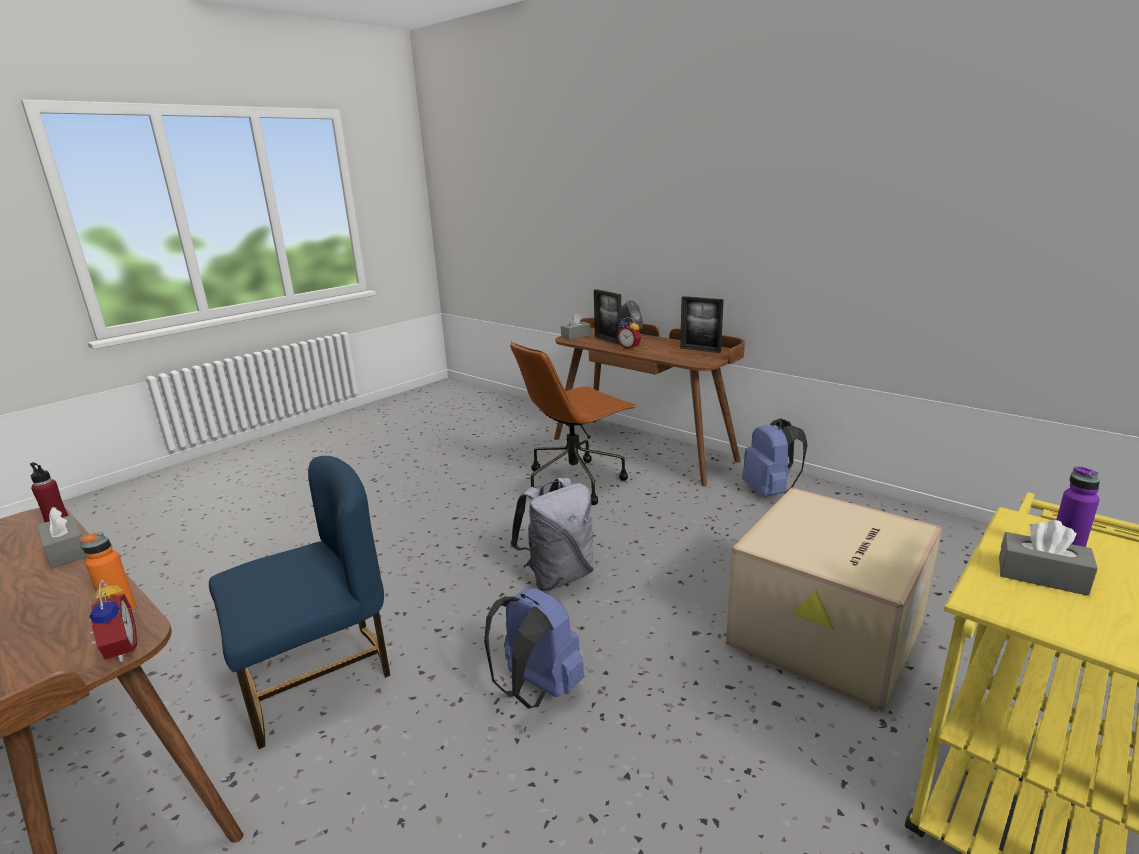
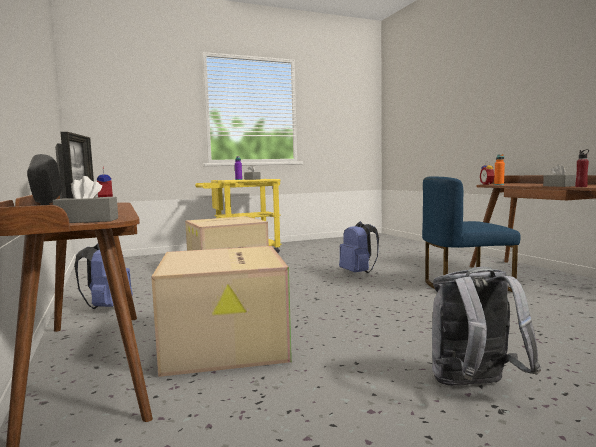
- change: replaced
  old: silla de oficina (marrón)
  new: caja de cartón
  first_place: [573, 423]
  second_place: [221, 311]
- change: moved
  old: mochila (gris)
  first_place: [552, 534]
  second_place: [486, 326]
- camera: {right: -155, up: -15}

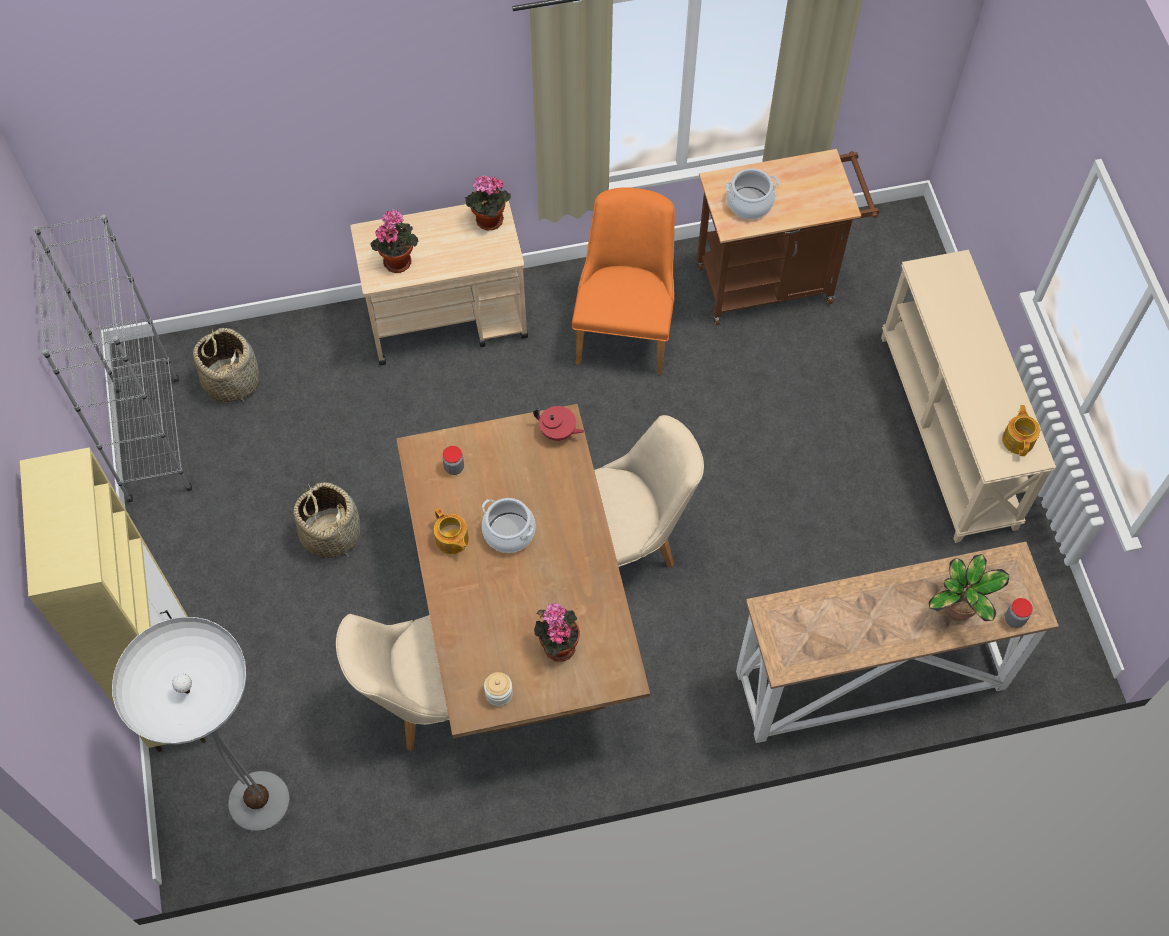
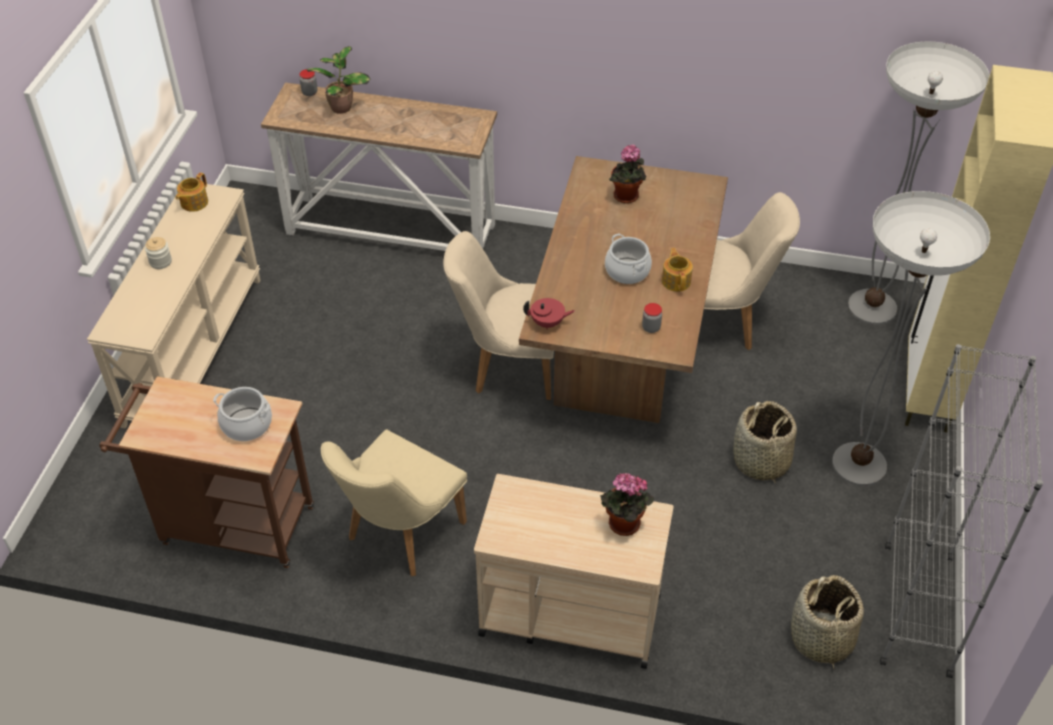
- change: moved
  old: tarro
  first_place: [498, 689]
  second_place: [158, 253]
- change: recoloured
  old: silla (naranja)
  new: silla (beis)
  first_place: [623, 281]
  second_place: [394, 502]
- change: turned
  old: tetera (rojo)
  first_place: [559, 423]
  second_place: [549, 313]
  degrees: 135
- change: added
  new: lámpara de pie
  second_place: [911, 338]
- change: removed
  old: planta en maceta
  first_place: [487, 203]
- camera: {right: -155, up: -15}

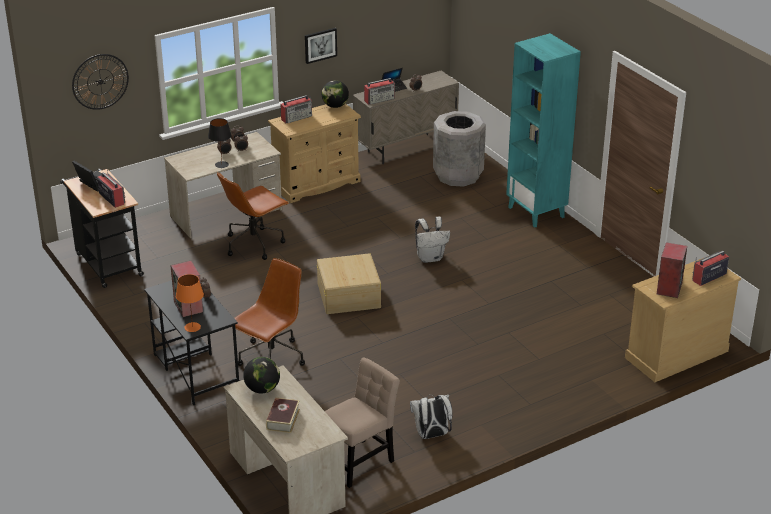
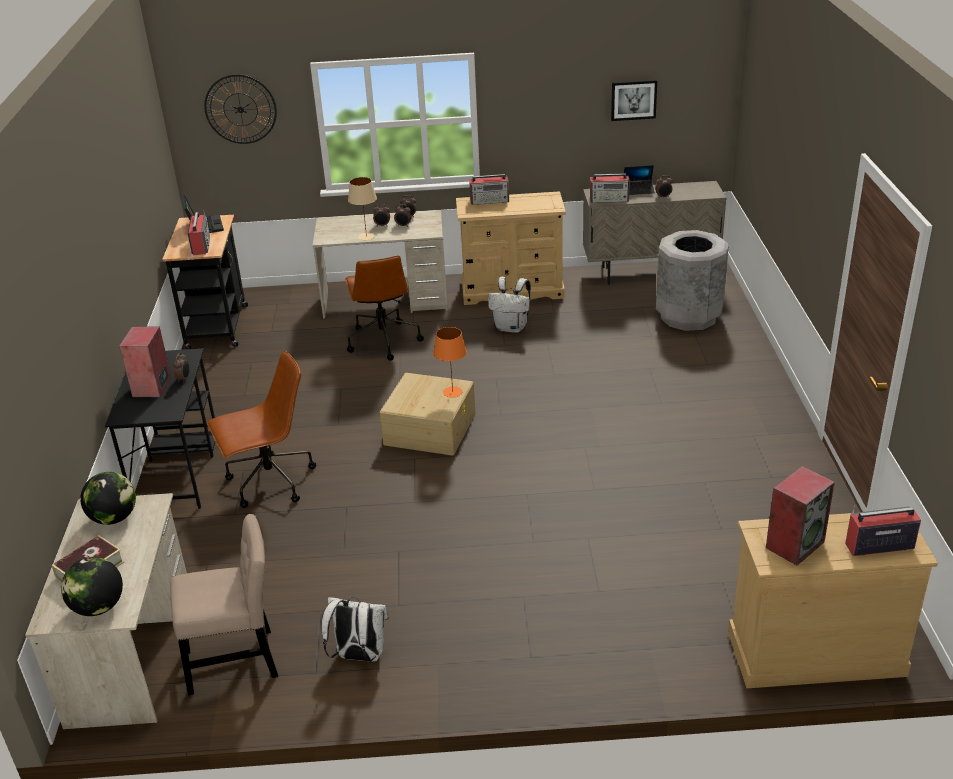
- change: moved
  old: globo terráqueo
  first_place: [335, 94]
  second_place: [92, 586]
- change: turned
  old: silla de oficina (marrón)
  first_place: [253, 216]
  second_place: [384, 308]
  degrees: -90
- change: recoloured
  old: lámpara de mesa (negro)
  new: lámpara de mesa (beis)
  first_place: [220, 143]
  second_place: [362, 208]
- change: moved
  old: lámpara de mesa (naranja)
  first_place: [190, 303]
  second_place: [450, 362]
- change: moved
  old: mochila (blanco)
  first_place: [432, 240]
  second_place: [509, 305]
- change: moved
  old: cuadro
  first_place: [321, 46]
  second_place: [634, 100]
- change: removed
  old: estantería (turquesa)
  first_place: [543, 130]
- camera: {right: 30, up: 0}

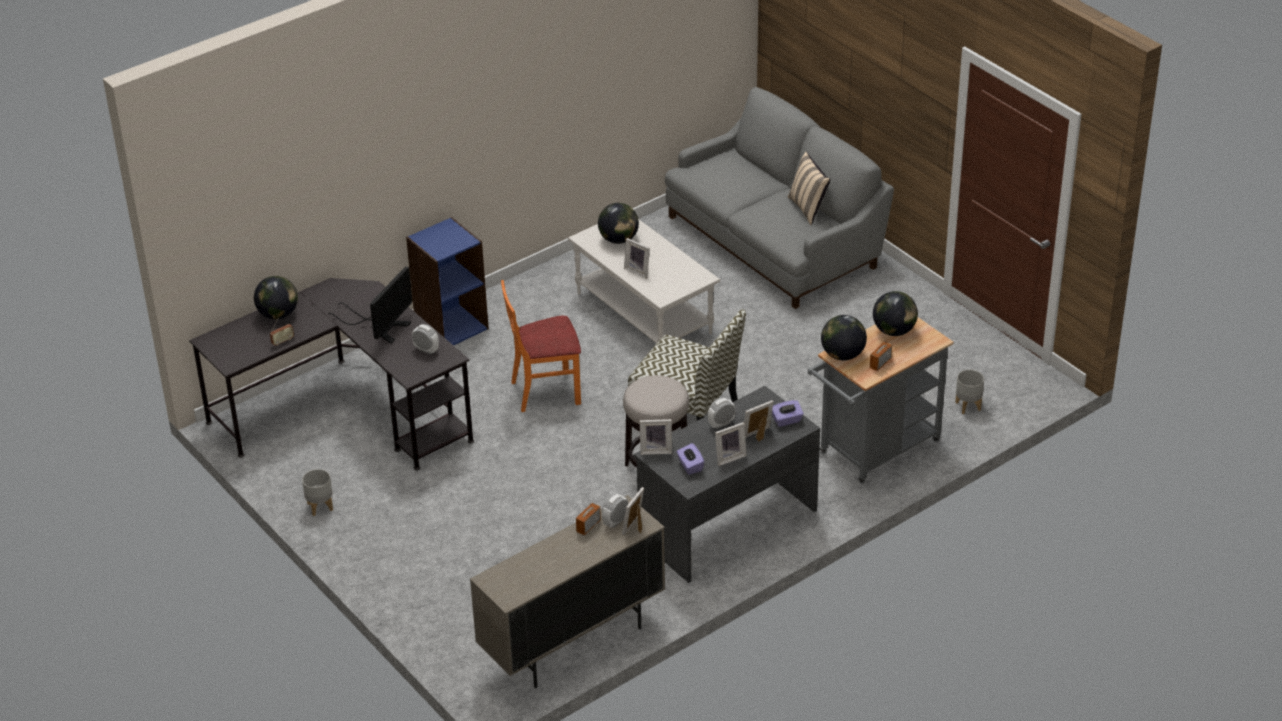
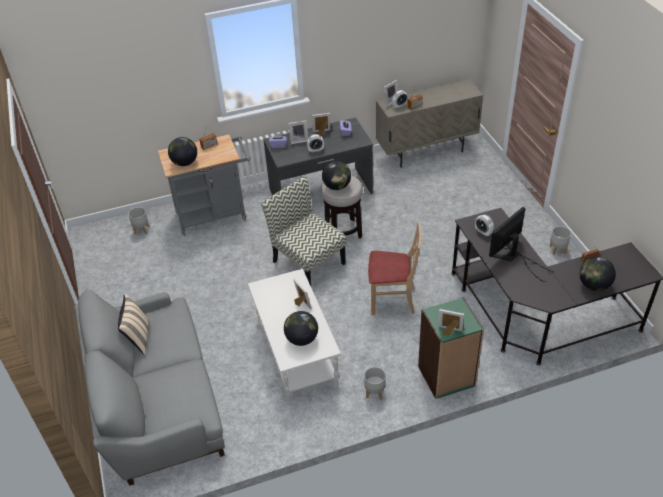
- change: moved
  old: globo terráqueo
  first_place: [844, 337]
  second_place: [336, 175]
- change: added
  new: maceta (gris)
  second_place: [375, 383]
- change: recoloured
  old: silla (naranja)
  new: silla (beis)
  first_place: [541, 346]
  second_place: [394, 268]
- change: recoloured
  old: estantería (azul)
  new: estantería (verde)
  first_place: [447, 281]
  second_place: [451, 348]
- change: moved
  old: portarretratos
  first_place: [656, 437]
  second_place: [451, 322]
- camera: {right: -160, up: 5}

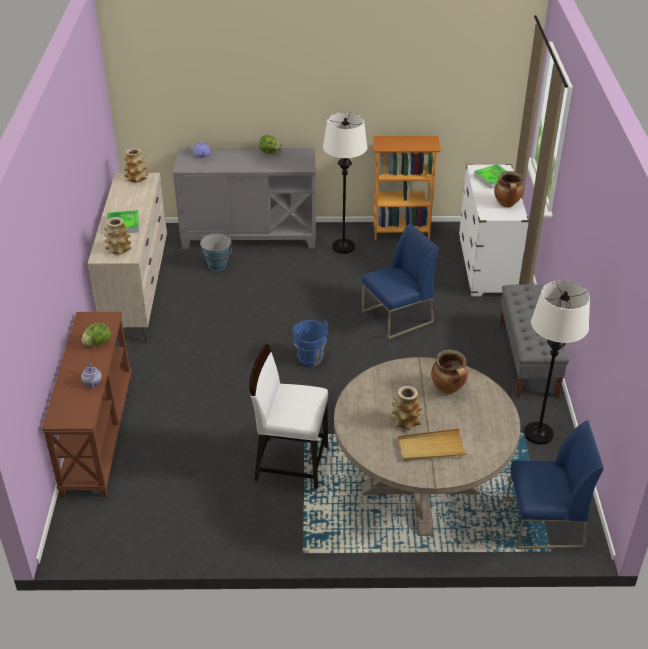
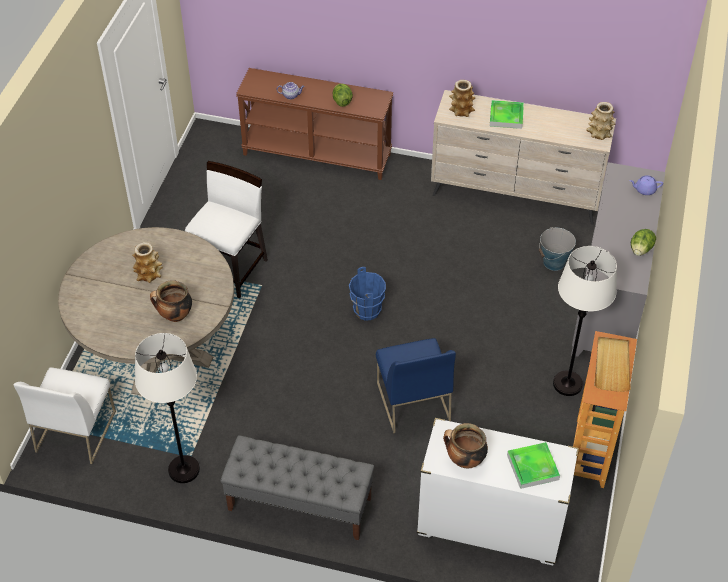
- change: recoloured
  old: silla (azul)
  new: silla (blanco)
  first_place: [555, 484]
  second_place: [64, 416]
- change: moved
  old: bandeja (beis)
  first_place: [432, 445]
  second_place: [612, 364]
- camera: {right: 105, up: 10}

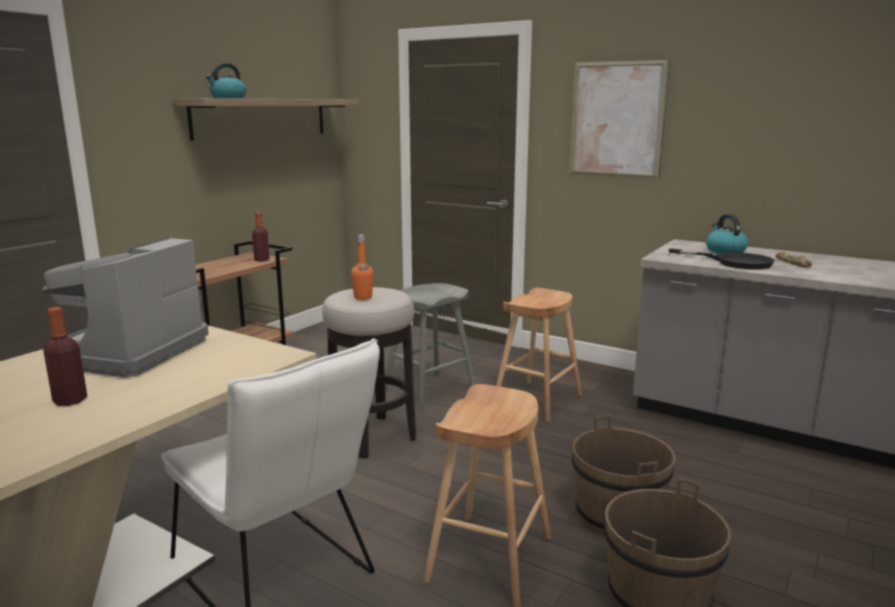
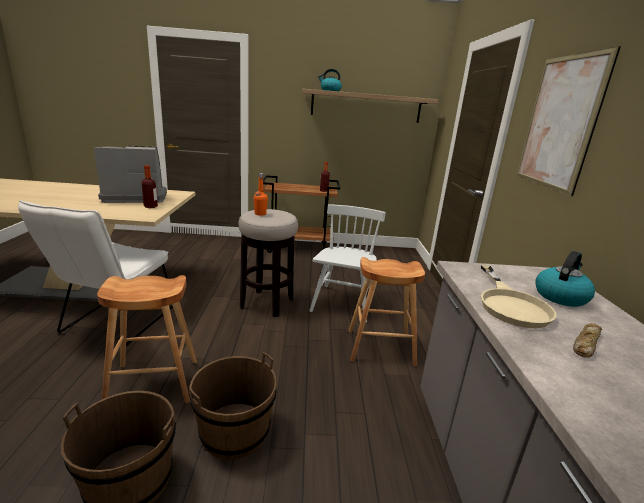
- change: moved
  old: botella
  first_place: [65, 356]
  second_place: [149, 186]
- change: replaced
  old: taburete (gris)
  new: silla (blanco)
  first_place: [430, 347]
  second_place: [347, 263]
- change: recoloured
  old: sartén (negro)
  new: sartén (beis)
  first_place: [721, 259]
  second_place: [519, 296]
- camera: {right: 55, up: 5}

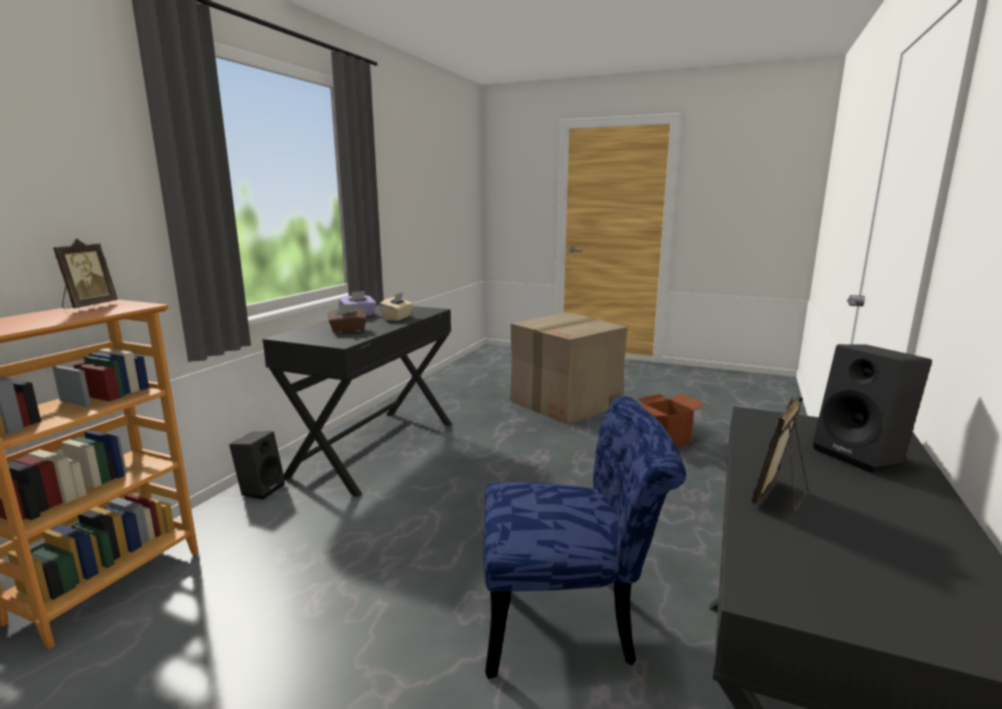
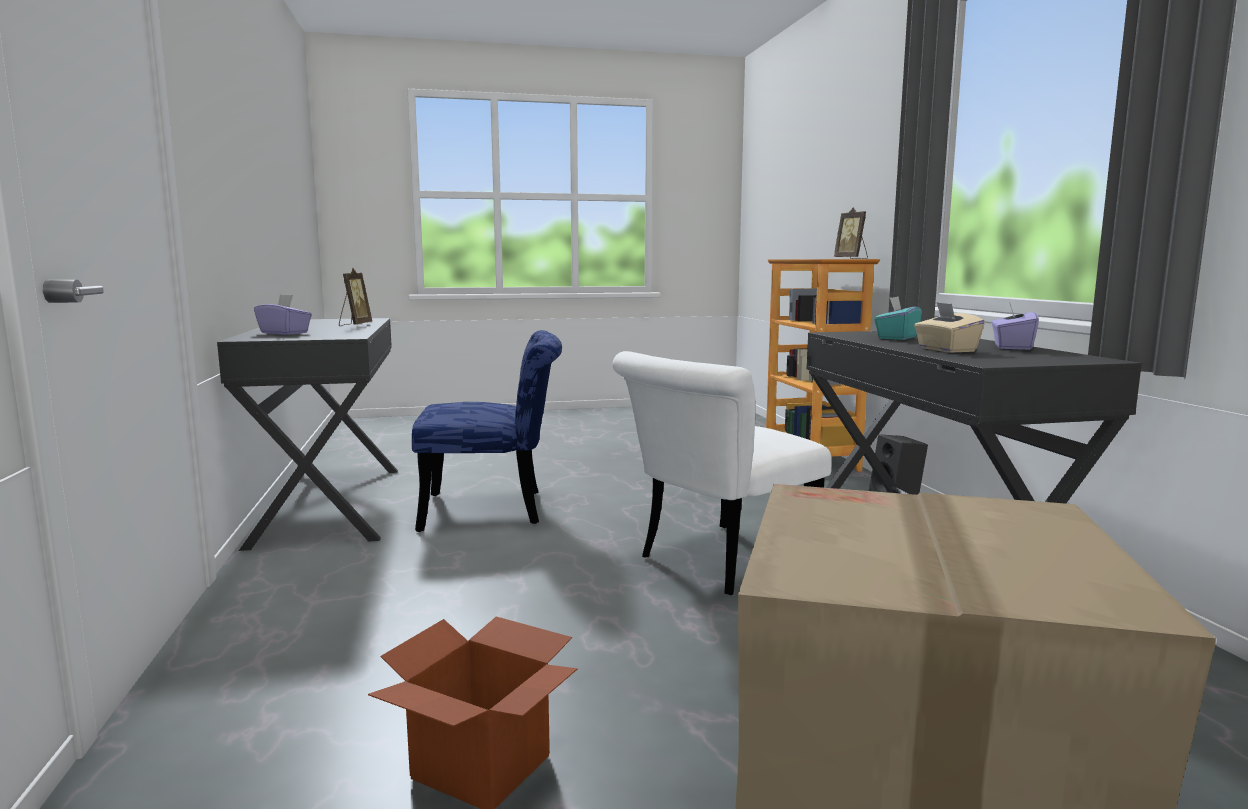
- change: replaced
  old: altavoz (negro)
  new: caja de pañuelos (morado)
  first_place: [872, 408]
  second_place: [283, 314]
- change: turned
  old: silla (azul)
  first_place: [584, 537]
  second_place: [487, 431]
  degrees: -150
- change: added
  new: silla (blanco)
  second_place: [721, 473]
- change: recoloured
  old: caja de pañuelos (marrón)
  new: caja de pañuelos (turquesa)
  first_place: [347, 319]
  second_place: [898, 318]
- camera: {right: 145, up: -5}

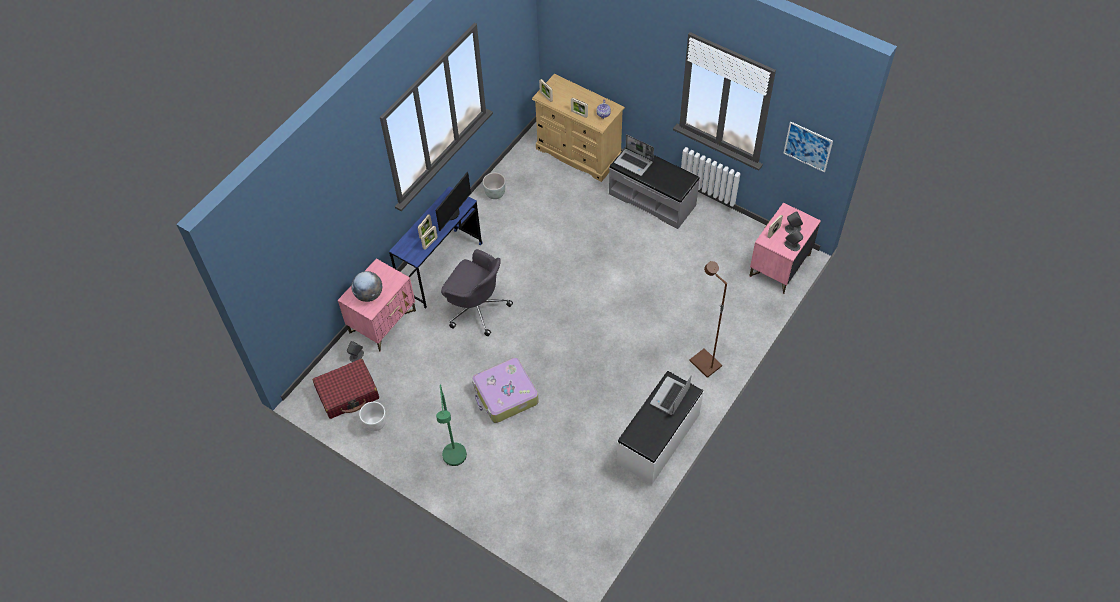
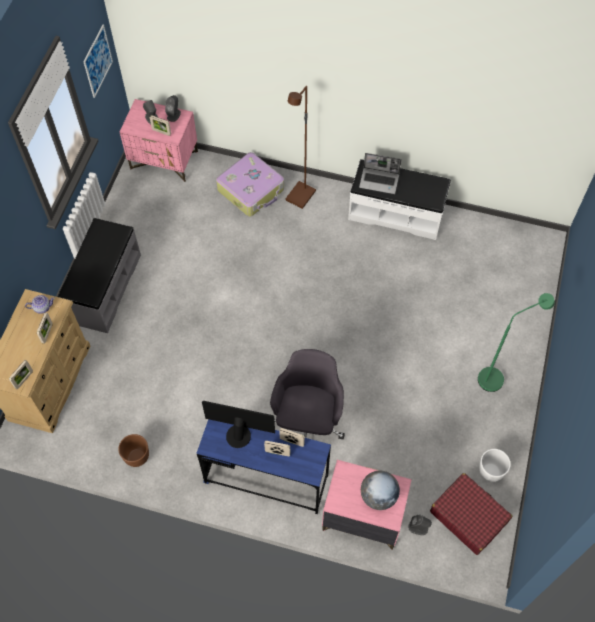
- change: recoloured
  old: maceta (gris)
  new: maceta (marrón)
  first_place: [494, 186]
  second_place: [133, 450]
- change: moved
  old: maleta
  first_place: [505, 390]
  second_place: [250, 184]
- change: removed
  old: portátil
  first_place: [634, 155]
- camera: {right: -110, up: 5}

